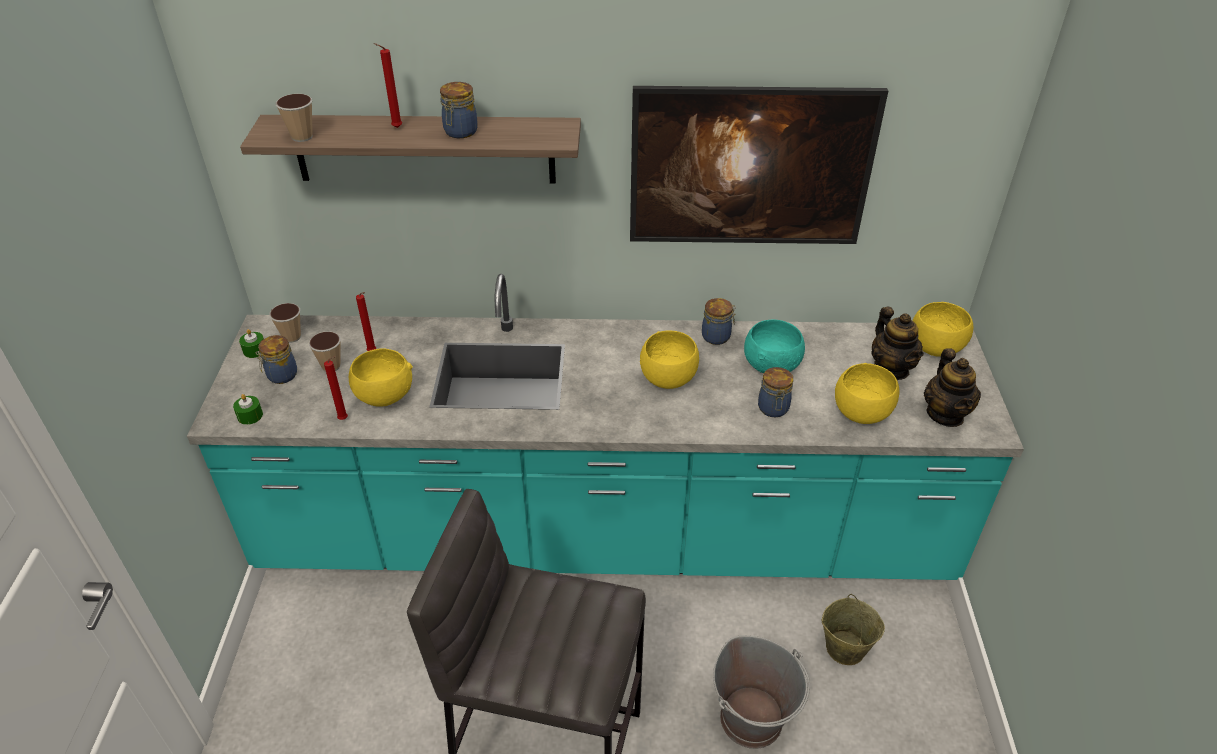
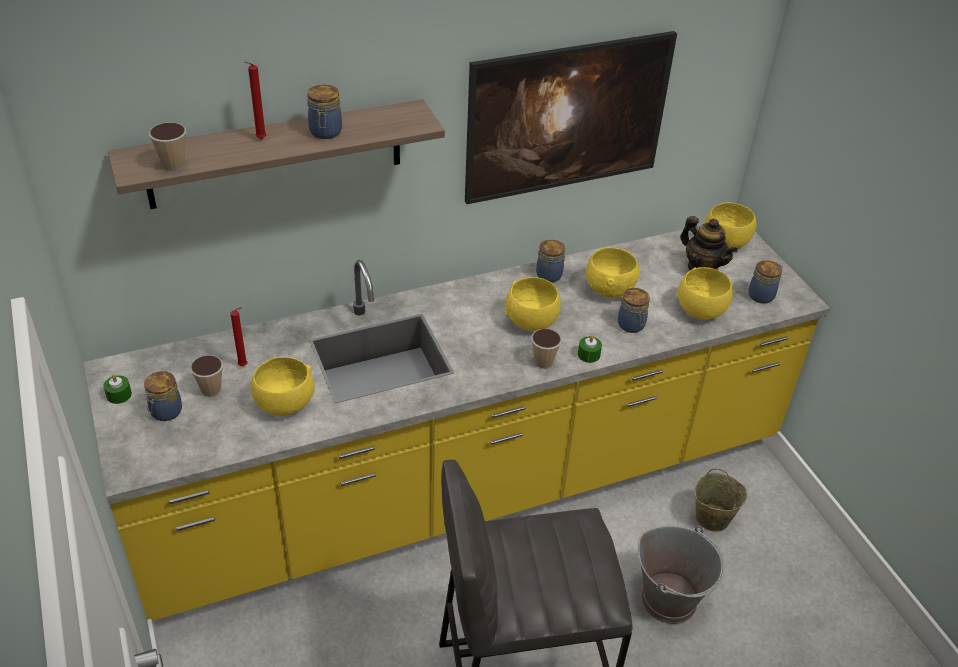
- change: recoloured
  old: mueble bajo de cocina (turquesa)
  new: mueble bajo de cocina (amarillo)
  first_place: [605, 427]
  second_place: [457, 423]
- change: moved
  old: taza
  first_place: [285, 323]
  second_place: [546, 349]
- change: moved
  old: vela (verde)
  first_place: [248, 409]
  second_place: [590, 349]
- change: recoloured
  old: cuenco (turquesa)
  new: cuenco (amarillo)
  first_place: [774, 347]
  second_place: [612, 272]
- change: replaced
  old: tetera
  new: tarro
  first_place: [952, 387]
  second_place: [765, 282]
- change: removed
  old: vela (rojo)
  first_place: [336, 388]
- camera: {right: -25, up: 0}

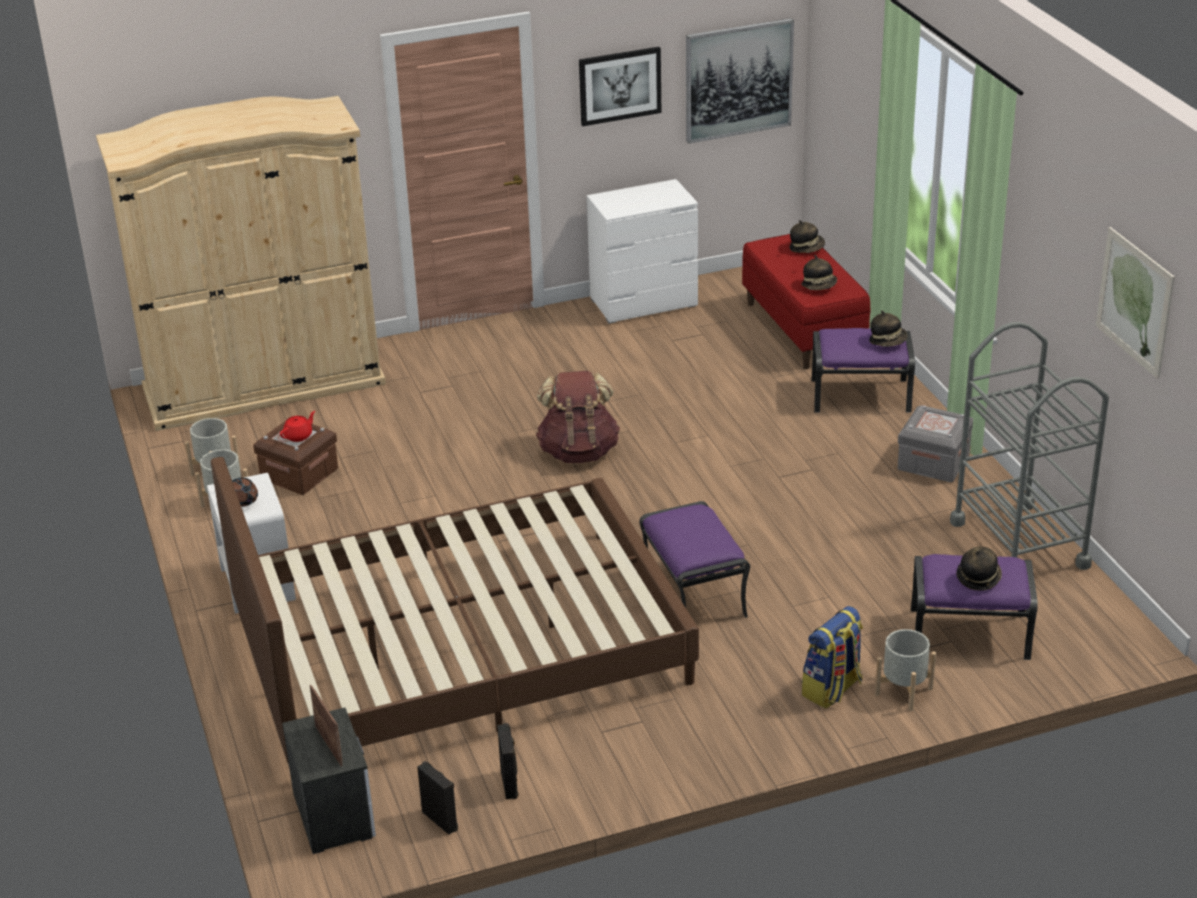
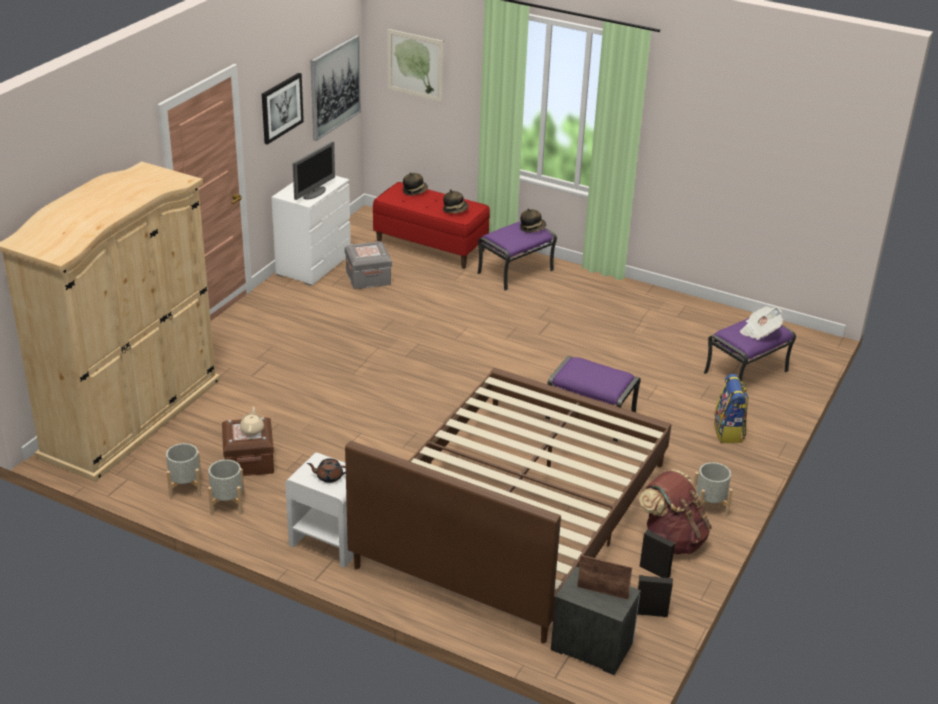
- change: recoloured
  old: tetera (rojo)
  new: tetera (beis)
  first_place: [297, 426]
  second_place: [252, 421]
- change: added
  new: monitor
  second_place: [314, 170]
- change: moved
  old: caja de almacenaje (gris)
  first_place: [935, 443]
  second_place: [368, 265]
- change: moved
  old: cuadro
  first_place: [1135, 303]
  second_place: [416, 65]
- change: moved
  old: mochila (marrón)
  first_place: [578, 417]
  second_place: [675, 511]
- change: moved
  old: maceta (gris)
  first_place: [905, 670]
  second_place: [713, 489]
- change: replaced
  old: sombrero
  new: periódico
  first_place: [979, 568]
  second_place: [761, 323]
- change: removed
  old: carrito (gris)
  first_place: [1029, 446]
- camera: {right: -45, up: 0}

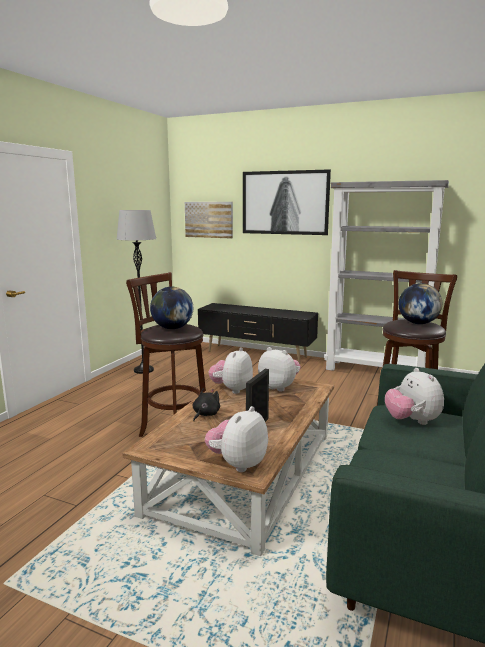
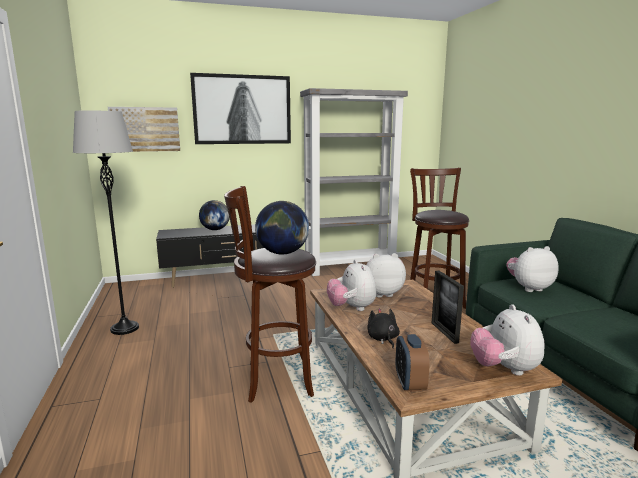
- change: moved
  old: globo terráqueo
  first_place: [420, 303]
  second_place: [214, 215]
- change: added
  new: despertador
  second_place: [413, 363]
- change: turned
  old: peluche
  first_place: [414, 396]
  second_place: [532, 269]
  degrees: 135
- camera: {right: -40, up: 0}

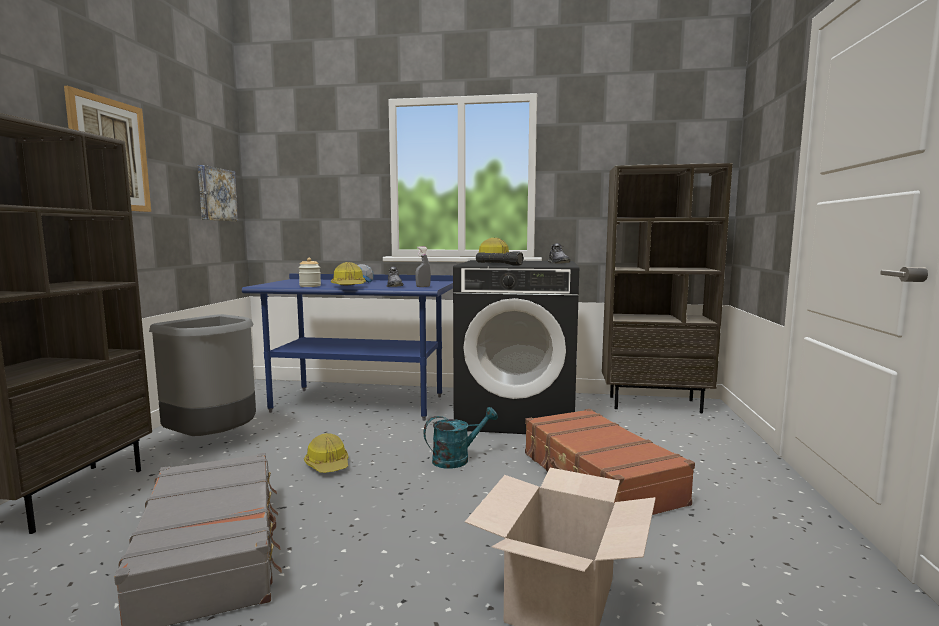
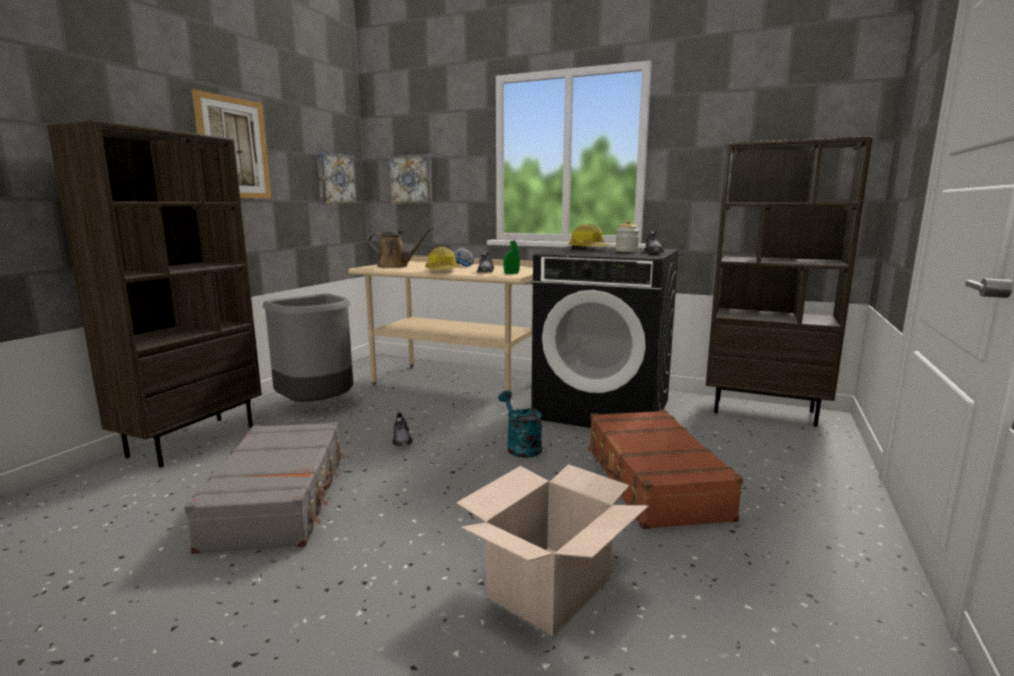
- change: recoloured
  old: escritorio (azul)
  new: escritorio (beis)
  first_place: [347, 347]
  second_place: [441, 329]
- change: added
  new: regadera (marrón)
  second_place: [400, 247]
- change: added
  new: cuadro
  second_place: [410, 179]
- change: replaced
  old: casco
  new: zapato (gris)
  first_place: [326, 453]
  second_place: [402, 429]
- change: turned
  old: regadera (turquesa)
  first_place: [460, 438]
  second_place: [520, 424]
  degrees: -105
- change: recoloured
  old: pulverizador (gris)
  new: pulverizador (verde)
  first_place: [423, 267]
  second_place: [511, 253]
- change: moved
  old: tarro
  first_place: [309, 272]
  second_place: [627, 236]
- change: removed
  old: linterna (negro)
  first_place: [500, 258]
- camera: {right: 15, up: 5}

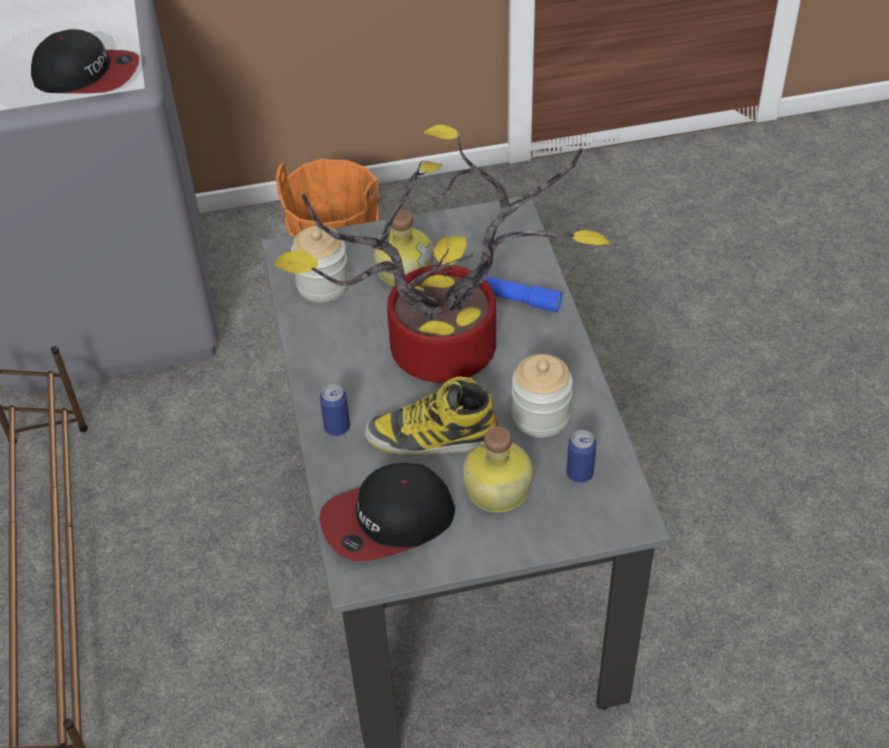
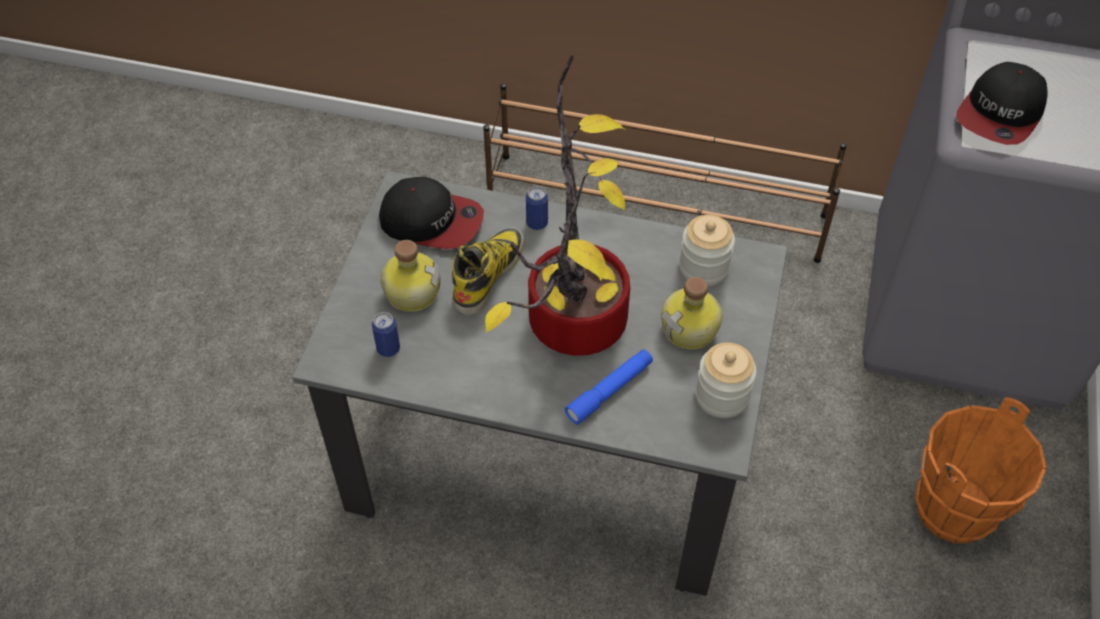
- change: turned
  old: gorra
  first_place: [387, 512]
  second_place: [431, 213]
  degrees: 105
- change: moved
  old: tarro
  first_place: [542, 395]
  second_place: [726, 380]
- camera: {right: 115, up: 5}

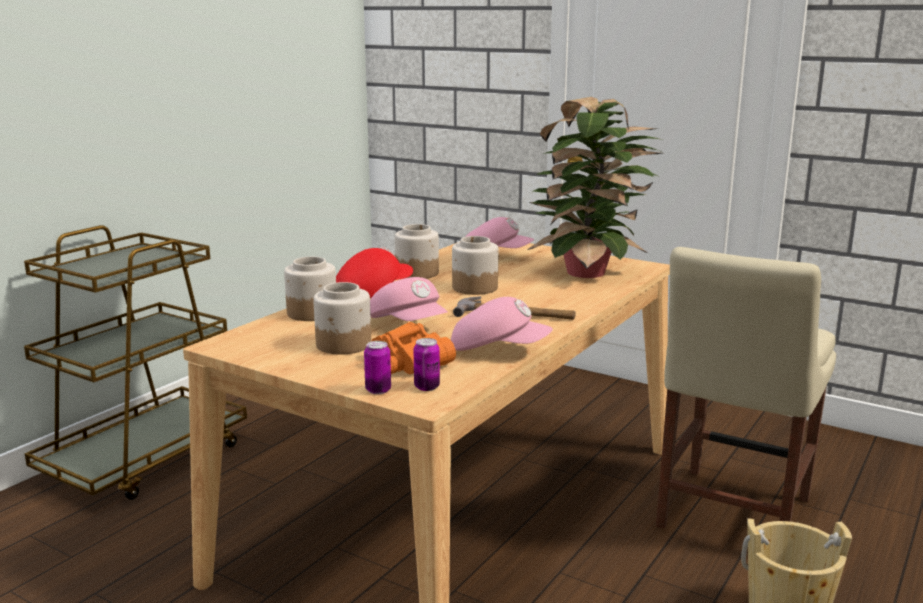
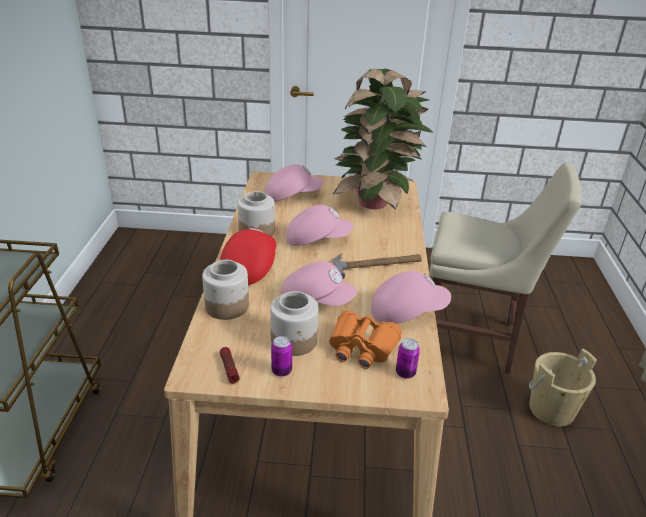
- change: added
  new: linterna
  second_place: [230, 365]
- change: moved
  old: lata
  first_place: [377, 367]
  second_place: [281, 356]
- change: replaced
  old: tarro
  new: gorra (rosa)
  first_place: [475, 265]
  second_place: [319, 225]
- change: turned
  old: silla (beis)
  first_place: [746, 388]
  second_place: [506, 268]
  degrees: -75
- camera: {right: -30, up: 15}

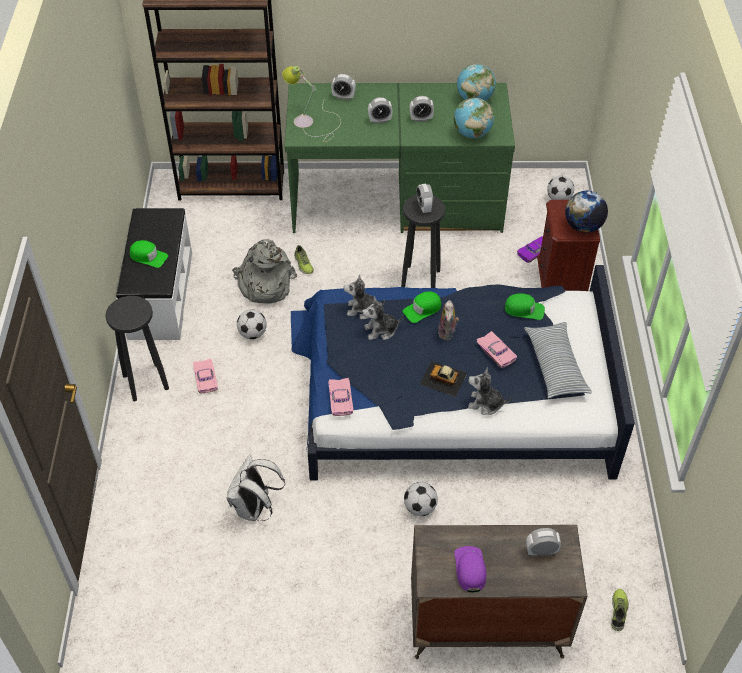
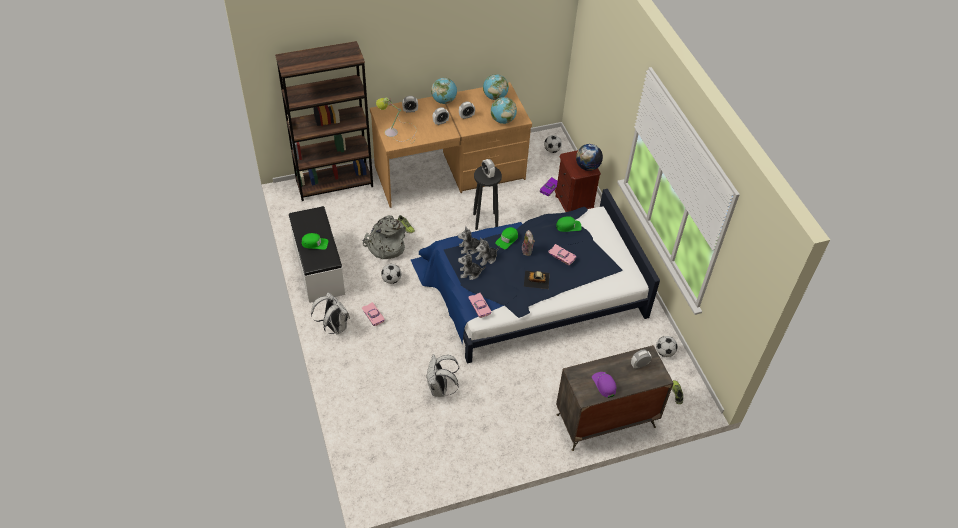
- change: replaced
  old: taburete (negro)
  new: mochila (blanco)
  first_place: [137, 349]
  second_place: [330, 313]
- change: recoloured
  old: escritorio (verde)
  new: escritorio (marrón)
  first_place: [400, 158]
  second_place: [451, 145]
- change: added
  new: globo terráqueo
  second_place: [444, 91]
- change: moved
  old: peluche
  first_place: [489, 391]
  second_place: [472, 265]
- change: moved
  old: balón de fútbol
  first_place: [421, 499]
  second_place: [667, 346]
- change: removed
  old: cojín
  first_place: [558, 360]
- camera: {right: -20, up: 0}

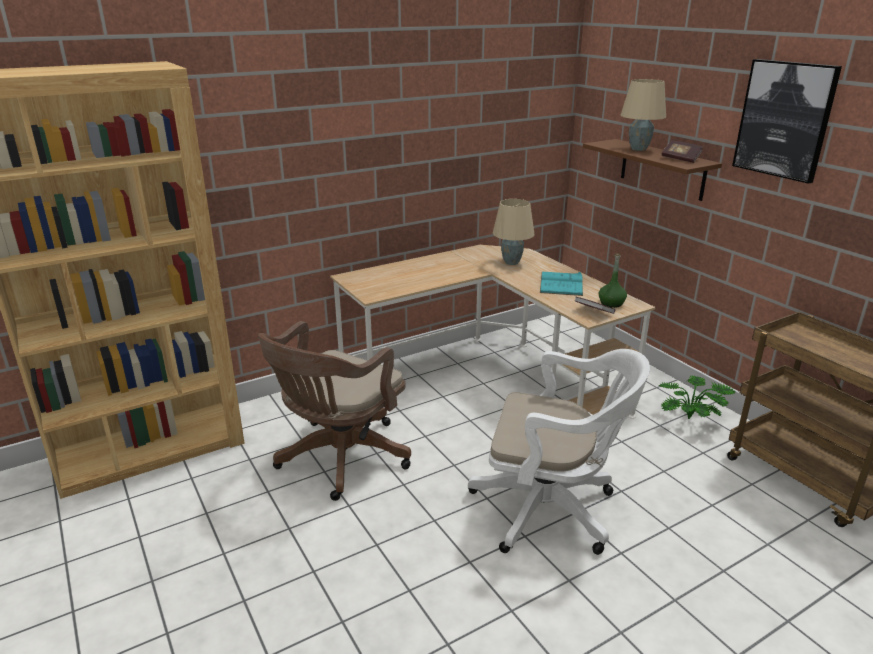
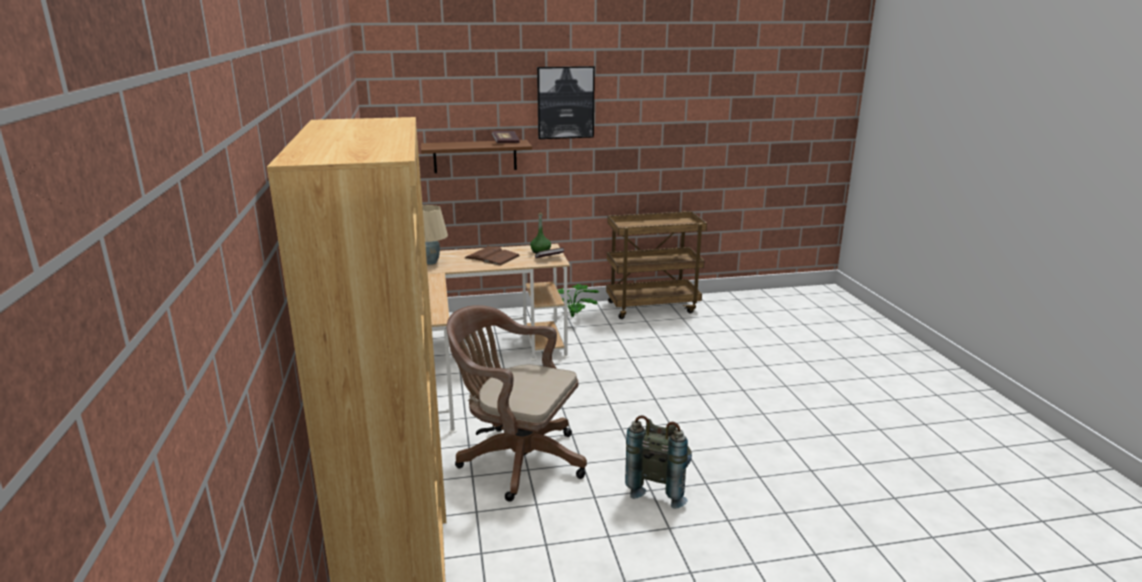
- change: turned
  old: silla de oficina (marrón)
  first_place: [334, 411]
  second_place: [517, 403]
  degrees: 150
- change: recoloured
  old: libro (turquesa)
  new: libro (marrón)
  first_place: [561, 284]
  second_place: [492, 256]
- change: added
  new: mochila (gris)
  second_place: [658, 462]
- change: removed
  old: silla de oficina (blanco)
  first_place: [559, 452]
- change: removed
  old: lámpara de mesa (beis)
  first_place: [643, 115]
- camera: {right: -70, up: -5}

